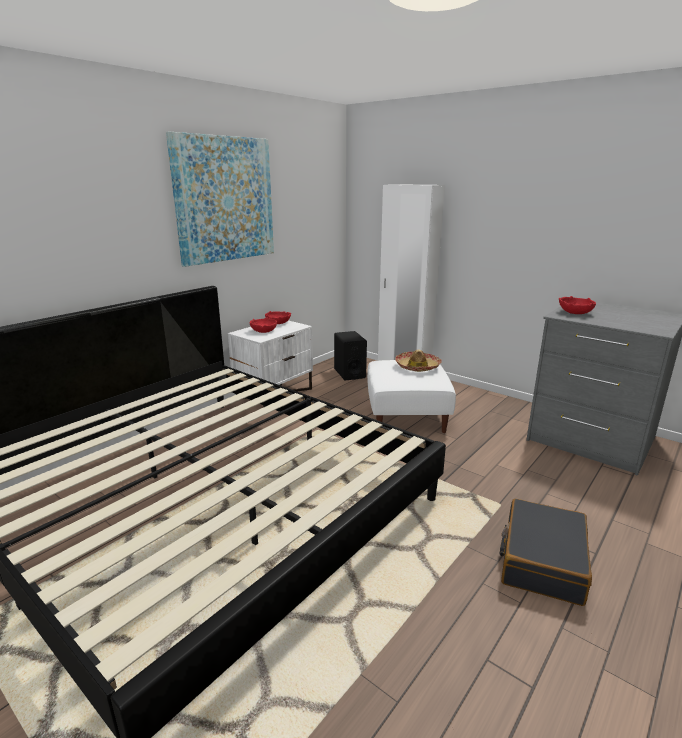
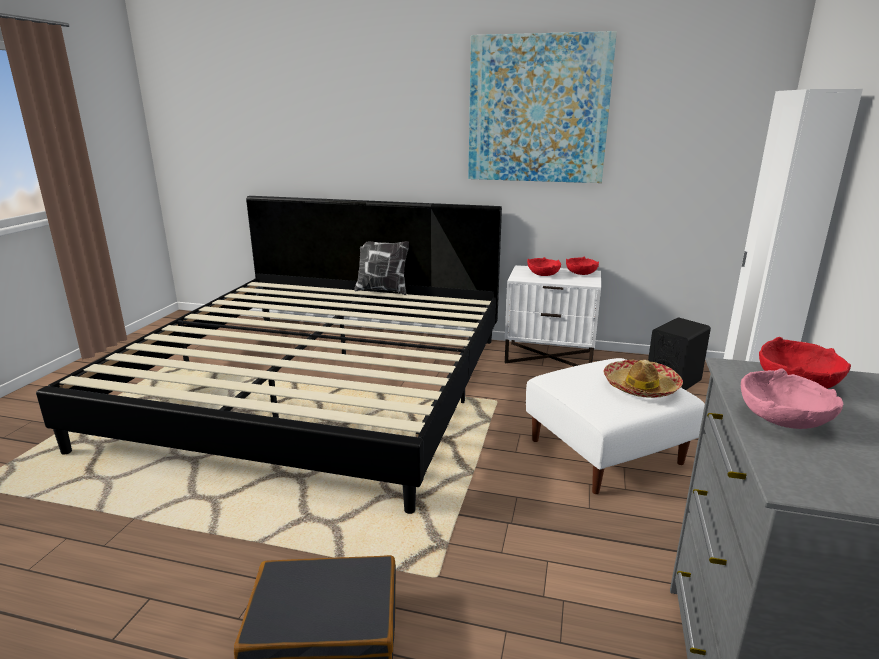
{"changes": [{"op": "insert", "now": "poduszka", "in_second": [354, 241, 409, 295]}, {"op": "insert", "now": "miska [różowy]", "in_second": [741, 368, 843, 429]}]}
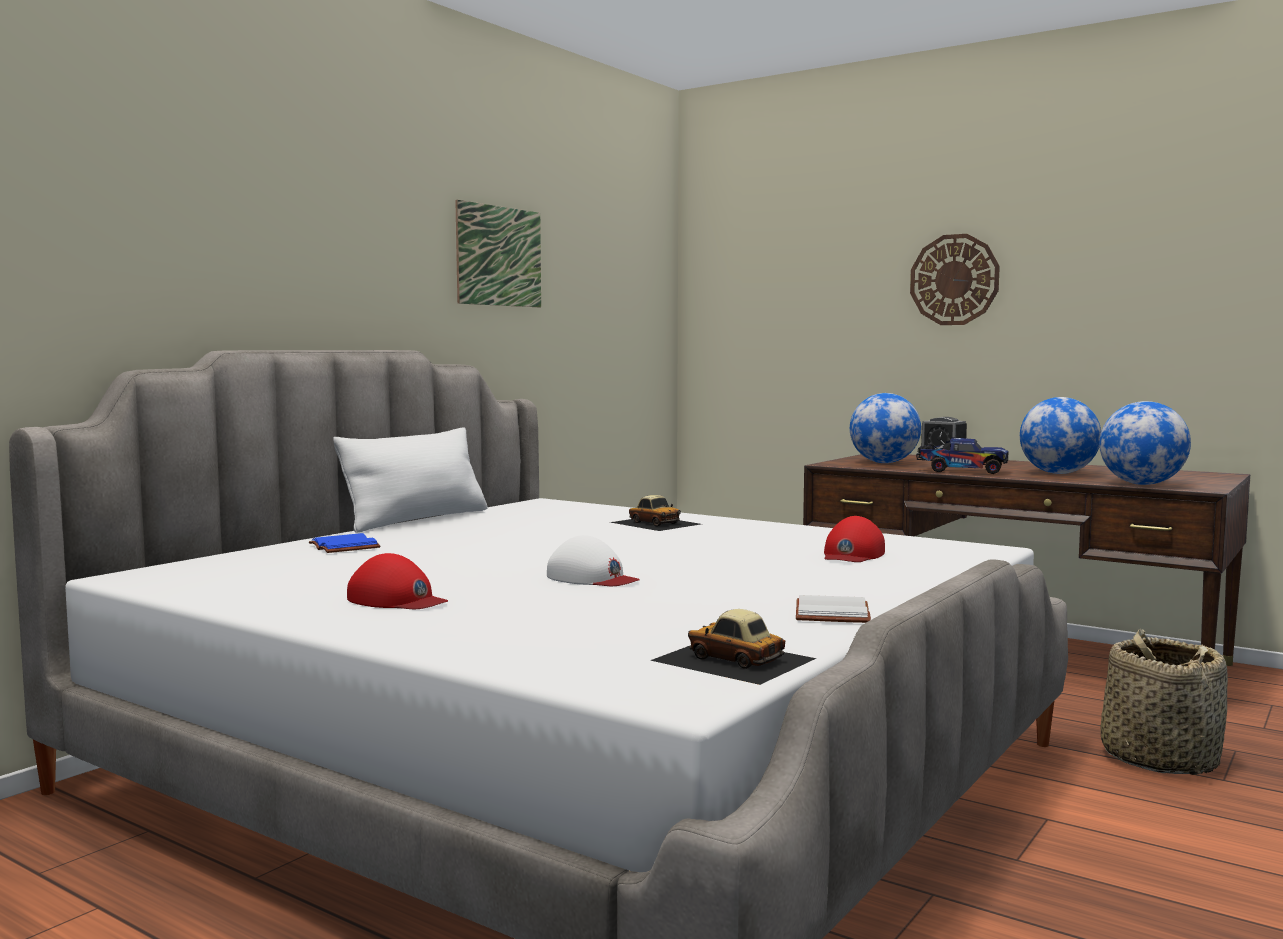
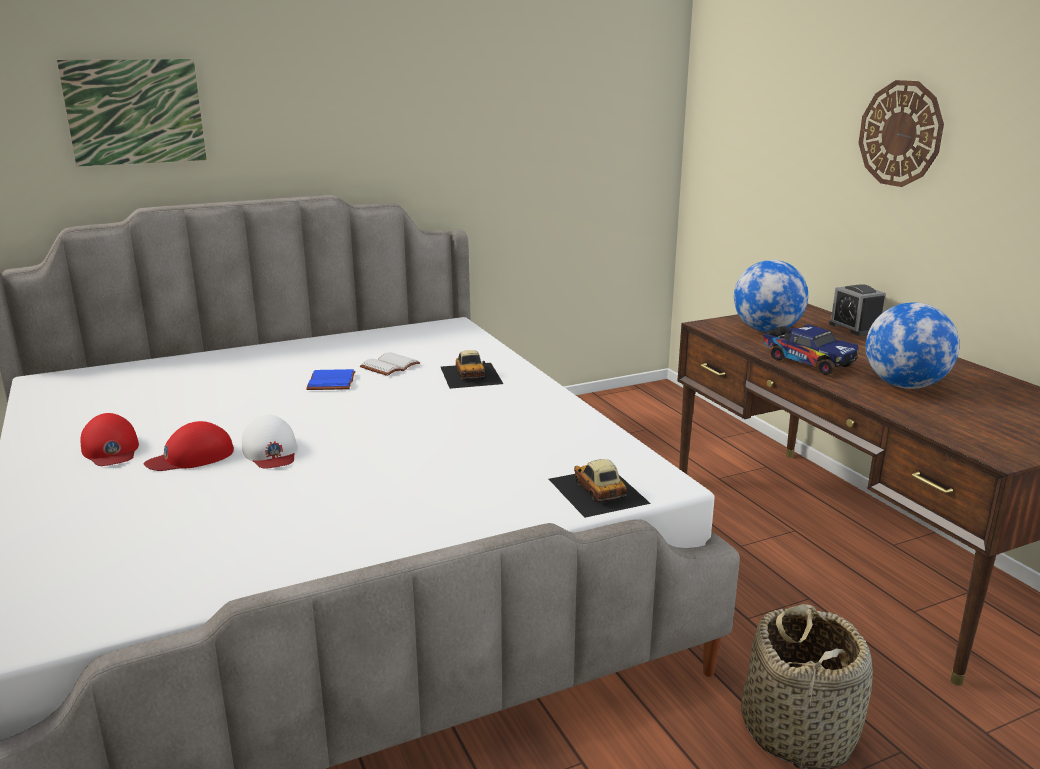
{"changes": [{"op": "move", "was": "książka [niebieski]", "in_first": [309, 533, 380, 553], "in_second": [306, 369, 356, 390]}, {"op": "delete", "was": "poduszka [biały]", "in_first": [333, 427, 488, 533]}, {"op": "move", "was": "obraz", "in_first": [455, 200, 541, 307], "in_second": [57, 59, 207, 167]}, {"op": "move", "was": "samochodzik", "in_first": [650, 609, 817, 685], "in_second": [549, 459, 651, 518]}, {"op": "move", "was": "książka [biały]", "in_first": [796, 595, 871, 623], "in_second": [360, 352, 421, 376]}, {"op": "move", "was": "czapka z daszkiem [czerwony]", "in_first": [824, 516, 885, 562], "in_second": [144, 421, 234, 471]}, {"op": "delete", "was": "globus", "in_first": [1099, 401, 1191, 485]}]}
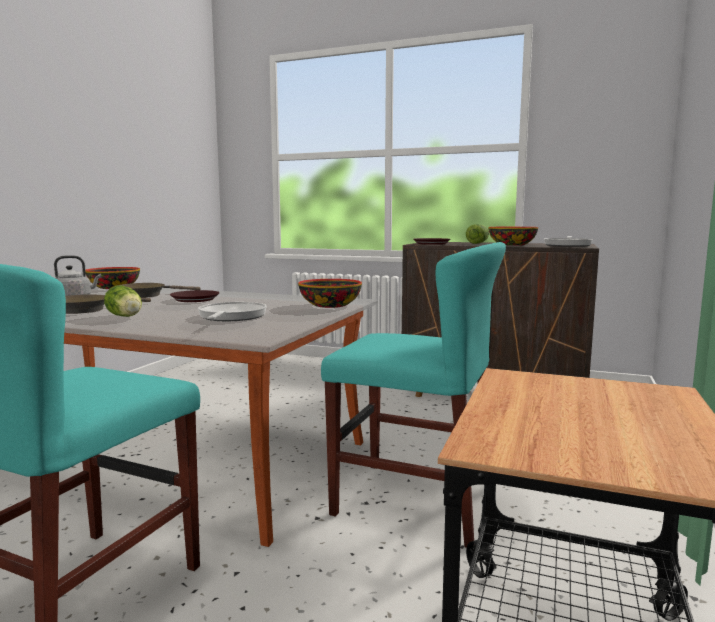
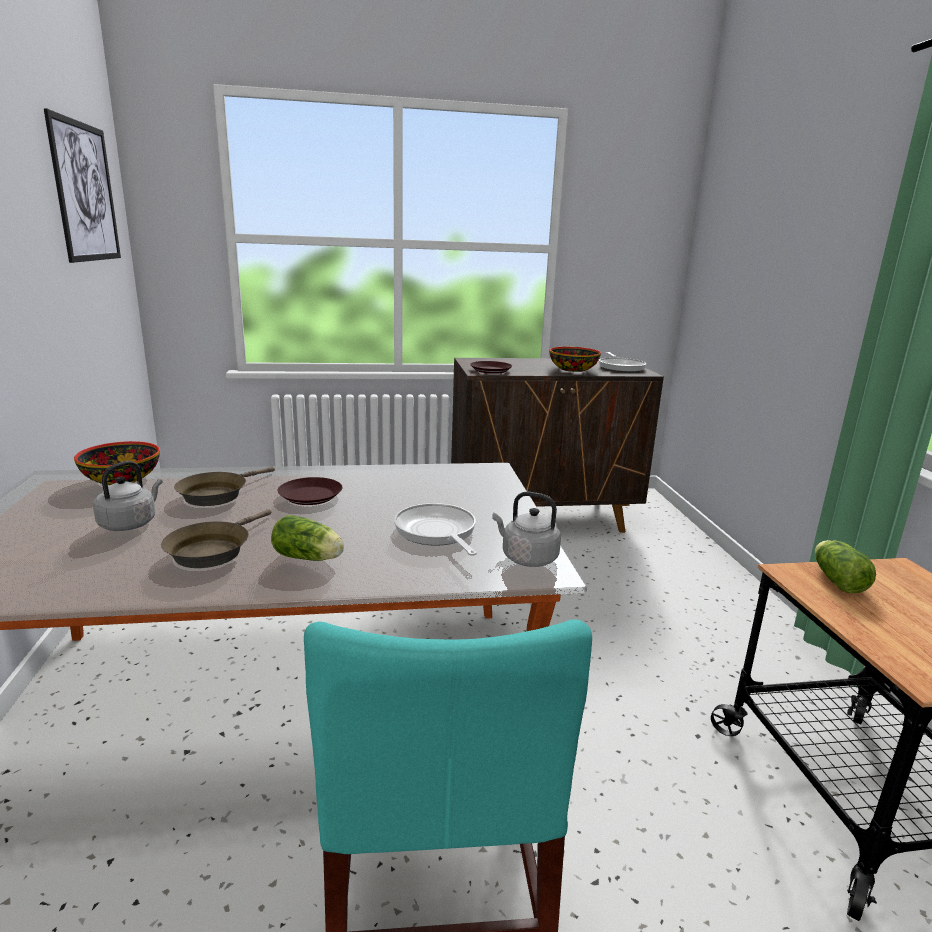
{"changes": [{"op": "delete", "was": "miska", "in_first": [298, 279, 362, 308]}, {"op": "delete", "was": "krzesło [turkusowy]", "in_first": [321, 242, 506, 548]}, {"op": "move", "was": "sałata", "in_first": [466, 224, 489, 244], "in_second": [815, 540, 876, 593]}, {"op": "insert", "now": "obraz", "in_second": [44, 108, 121, 263]}, {"op": "insert", "now": "czajnik [szary]", "in_second": [492, 491, 561, 567]}]}
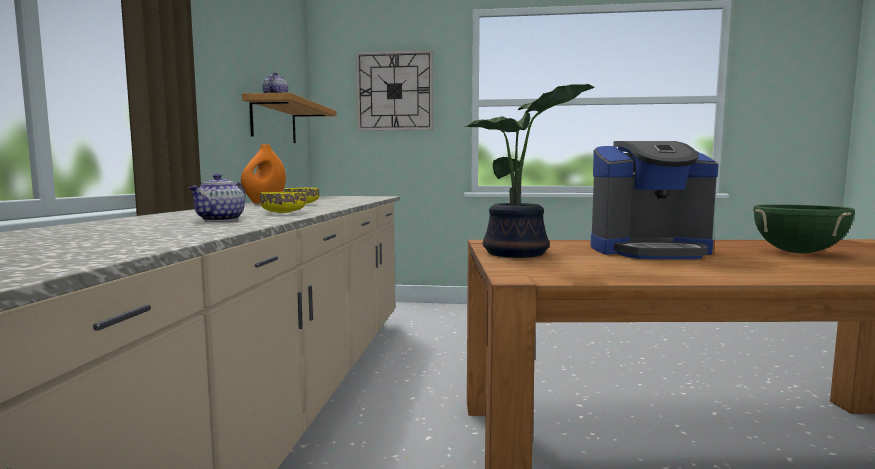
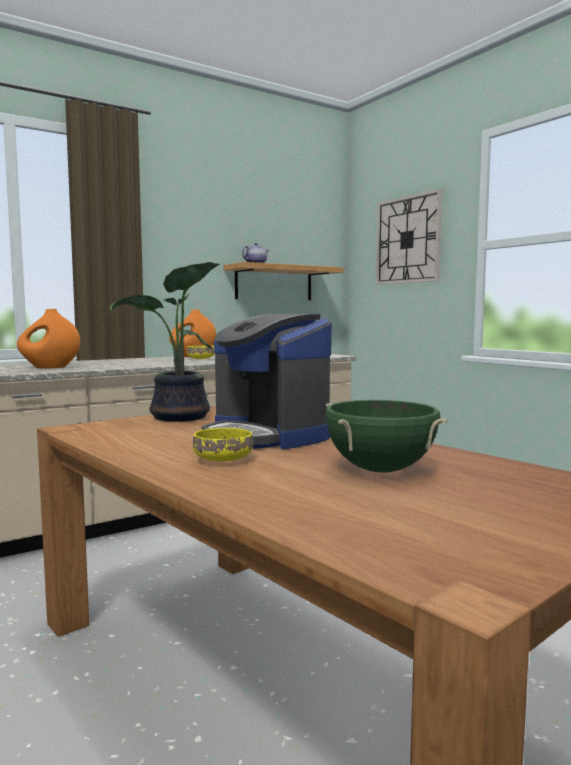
{"changes": [{"op": "replace", "was": "imbryk", "now": "wazon [pomarańczowy]", "in_first": [189, 174, 246, 221], "in_second": [17, 309, 80, 369]}, {"op": "move", "was": "miska [żółty]", "in_first": [260, 192, 306, 213], "in_second": [193, 428, 253, 462]}]}
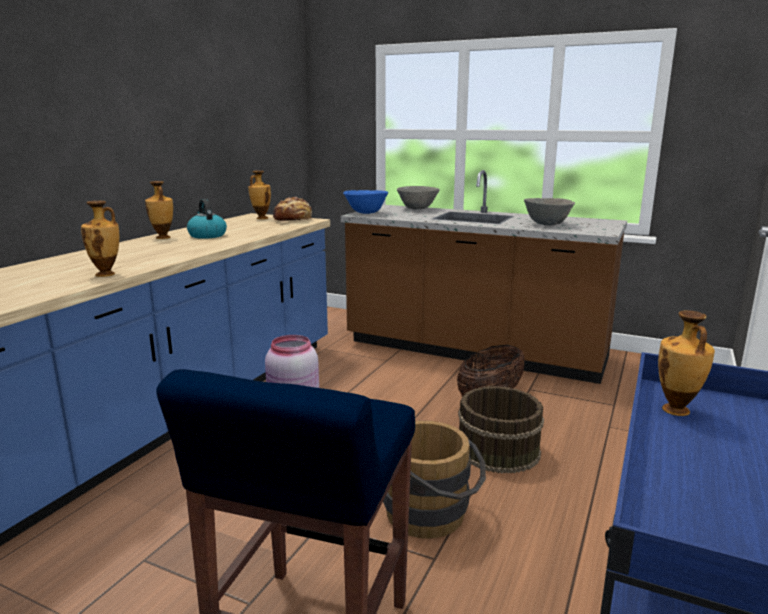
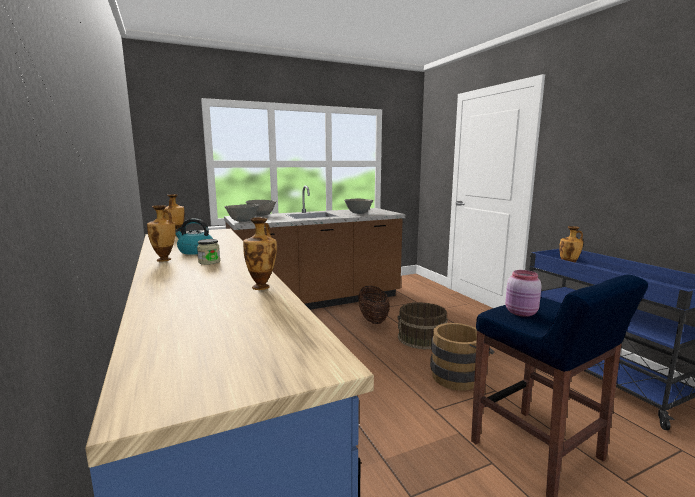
{"changes": [{"op": "delete", "was": "chleb", "in_first": [273, 197, 312, 221]}, {"op": "recolor", "was": "miska [niebieski]", "now": "miska [szary]", "in_first": [343, 190, 388, 214], "in_second": [224, 204, 259, 222]}, {"op": "insert", "now": "słoik", "in_second": [197, 239, 220, 265]}]}
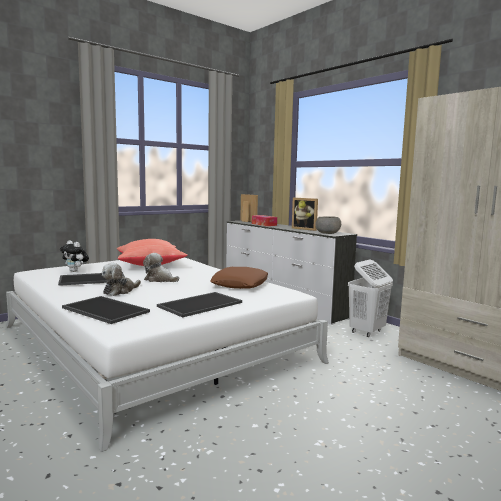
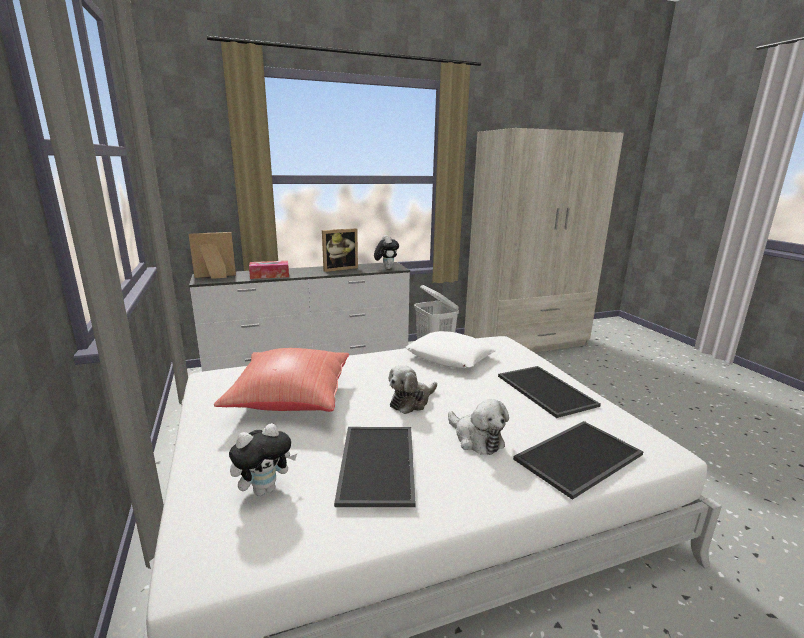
{"changes": [{"op": "recolor", "was": "poduszka [brązowy]", "now": "poduszka [biały]", "in_first": [210, 267, 268, 289], "in_second": [405, 331, 496, 368]}, {"op": "replace", "was": "miska [szary]", "now": "pluszak", "in_first": [315, 216, 341, 234], "in_second": [374, 235, 399, 269]}]}
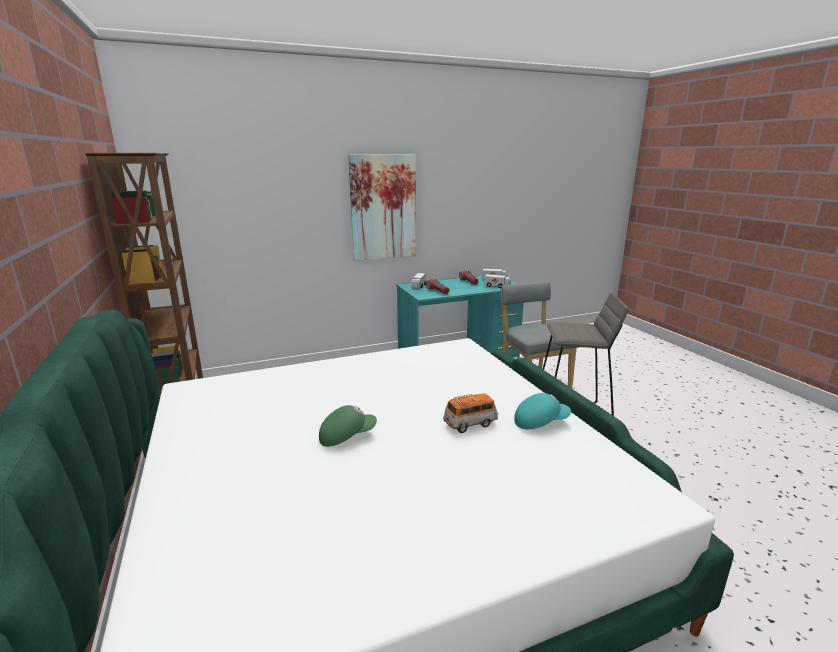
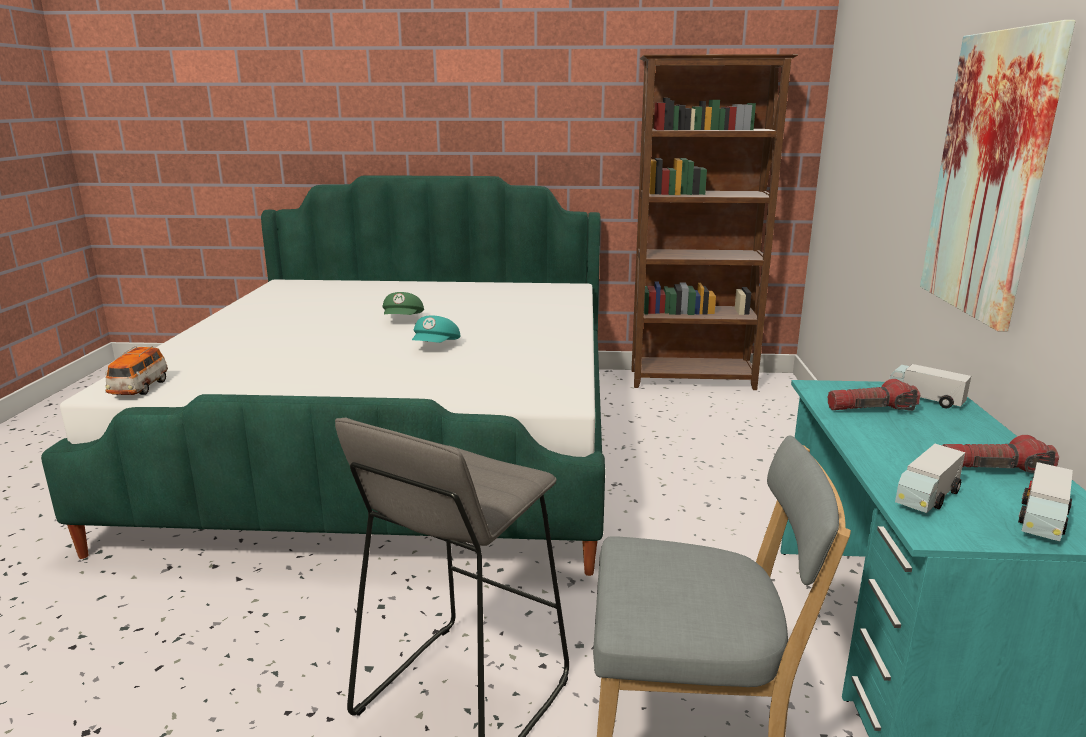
{"changes": [{"op": "move", "was": "samochodzik", "in_first": [443, 393, 498, 433], "in_second": [105, 346, 168, 395]}, {"op": "move", "was": "czapka z daszkiem [turkusowy]", "in_first": [514, 393, 571, 429], "in_second": [412, 315, 460, 343]}]}
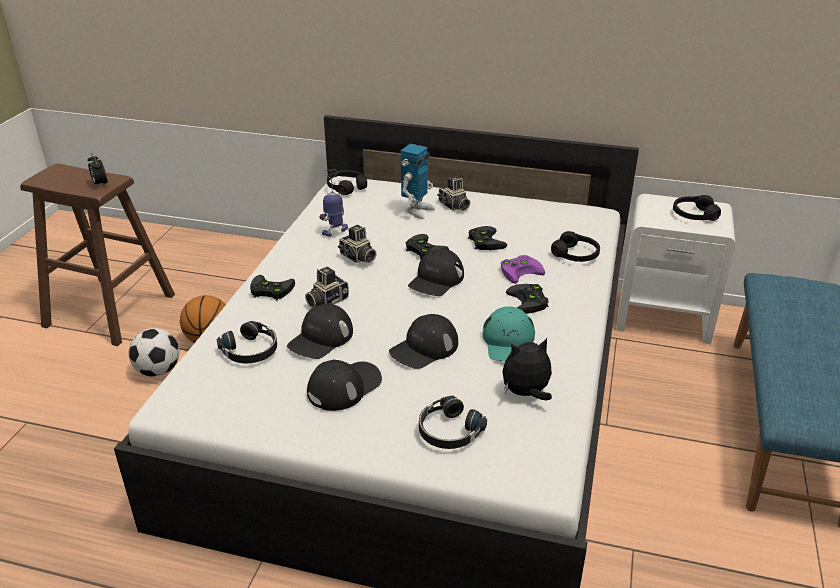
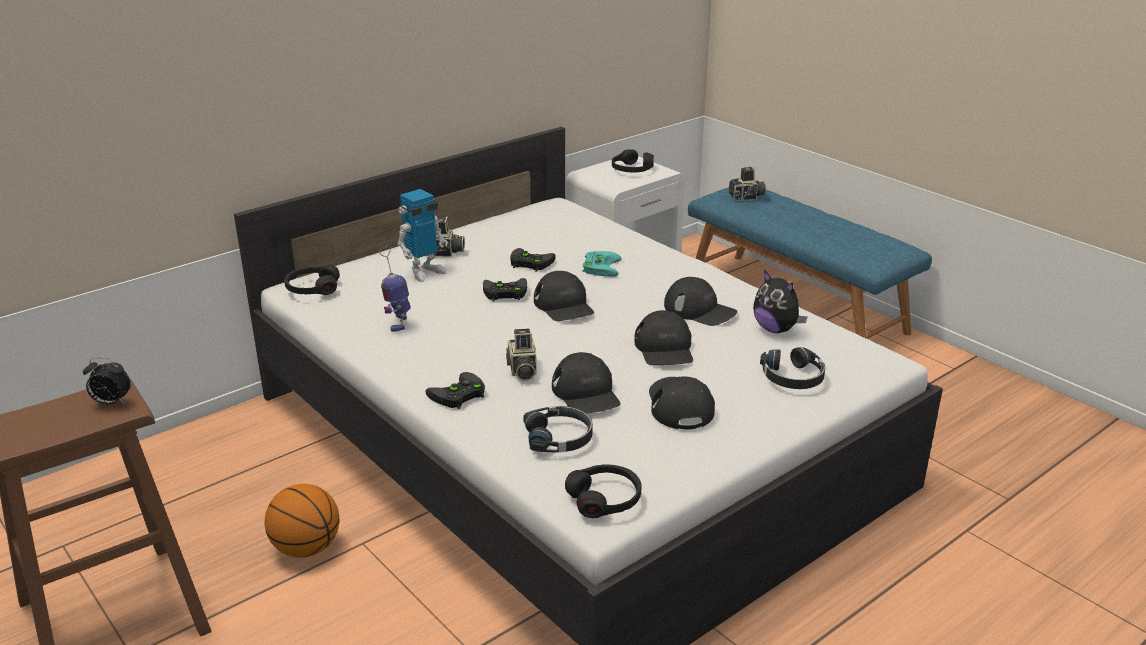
{"changes": [{"op": "delete", "was": "piłka futbolowa", "in_first": [129, 328, 179, 377]}, {"op": "move", "was": "aparat fotograficzny", "in_first": [338, 225, 377, 263], "in_second": [729, 166, 766, 201]}, {"op": "rotate", "was": "robot zabawkowy", "in_first": [401, 144, 435, 219], "in_second": [397, 189, 448, 282], "clockwise": 75}, {"op": "recolor", "was": "czapka z daszkiem [turkusowy]", "now": "czapka z daszkiem [czarny]", "in_first": [483, 306, 535, 361], "in_second": [664, 277, 737, 326]}, {"op": "recolor", "was": "pad do gier [fioletowy]", "now": "pad do gier [turkusowy]", "in_first": [501, 255, 545, 284], "in_second": [582, 251, 621, 277]}, {"op": "rotate", "was": "pluszak", "in_first": [502, 338, 552, 401], "in_second": [753, 271, 807, 333], "clockwise": -60}, {"op": "delete", "was": "pad do gier [czarny]", "in_first": [506, 284, 548, 314]}, {"op": "move", "was": "słuchawki [czarny]", "in_first": [551, 231, 600, 262], "in_second": [565, 464, 642, 518]}]}
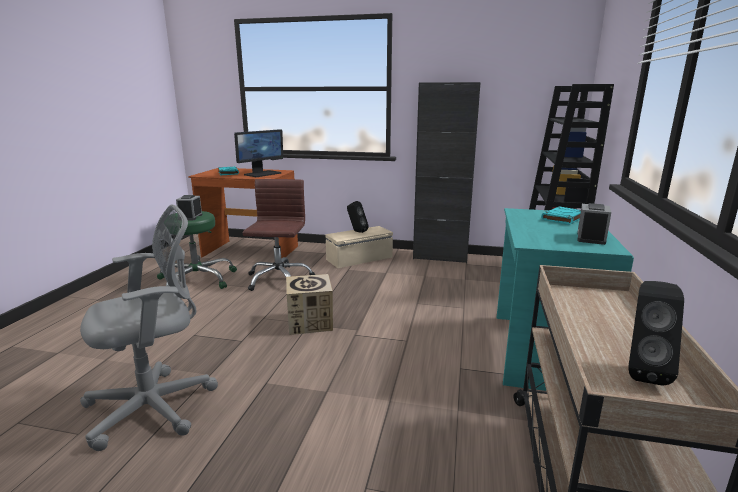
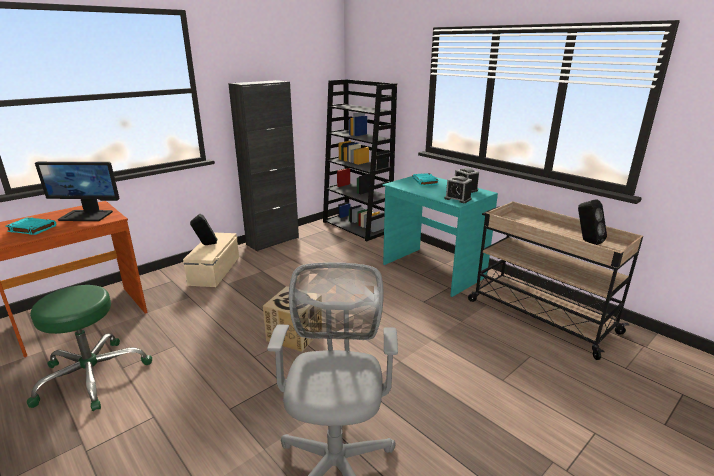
{"changes": [{"op": "move", "was": "budzik", "in_first": [176, 195, 202, 220], "in_second": [444, 176, 472, 203]}, {"op": "rotate", "was": "monitor", "in_first": [234, 129, 283, 177], "in_second": [35, 162, 120, 221], "clockwise": 105}, {"op": "delete", "was": "krzesło biurowe [brązowy]", "in_first": [243, 179, 315, 291]}]}
